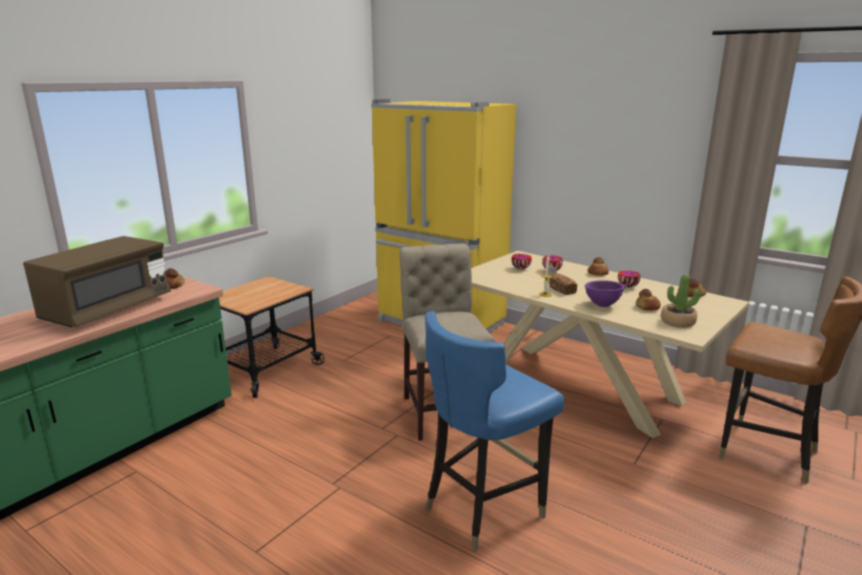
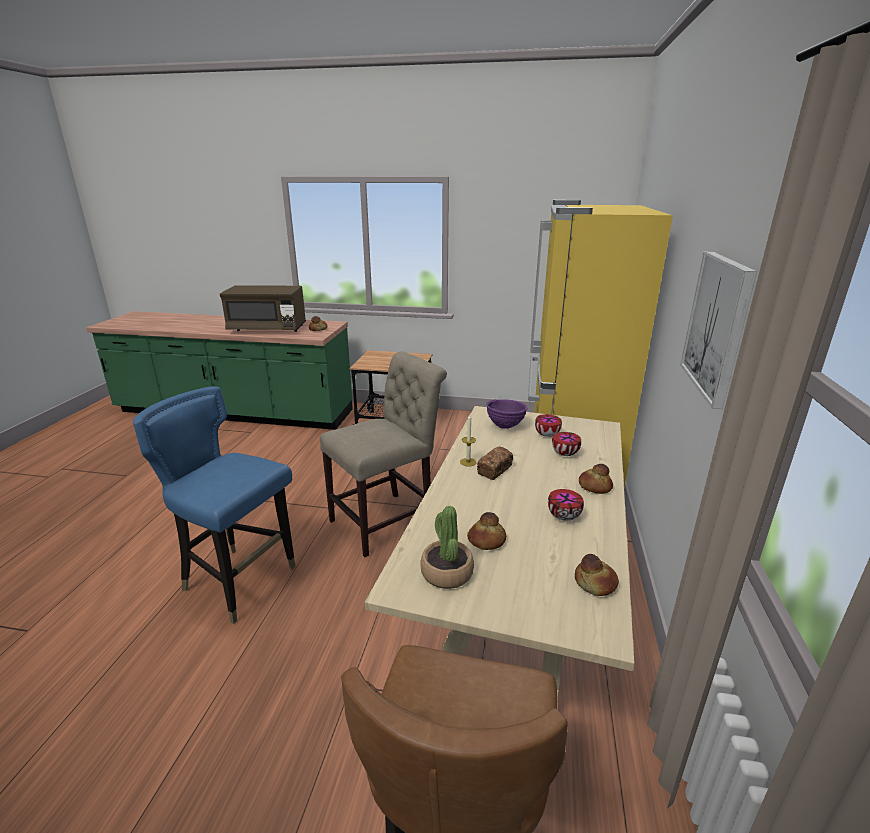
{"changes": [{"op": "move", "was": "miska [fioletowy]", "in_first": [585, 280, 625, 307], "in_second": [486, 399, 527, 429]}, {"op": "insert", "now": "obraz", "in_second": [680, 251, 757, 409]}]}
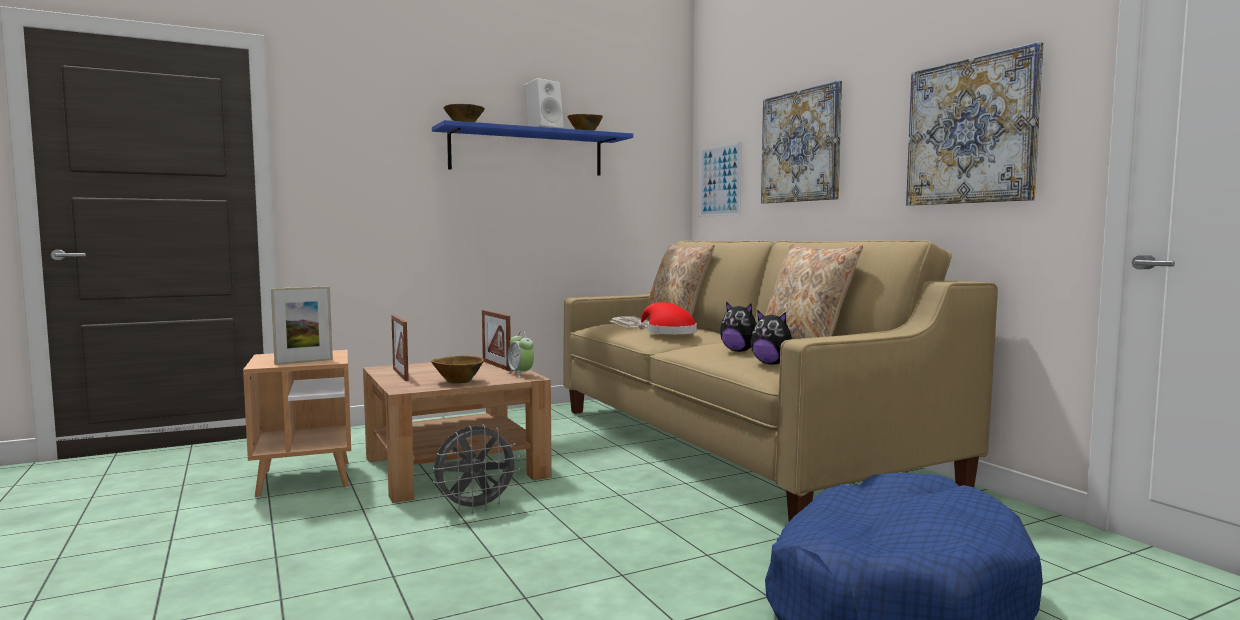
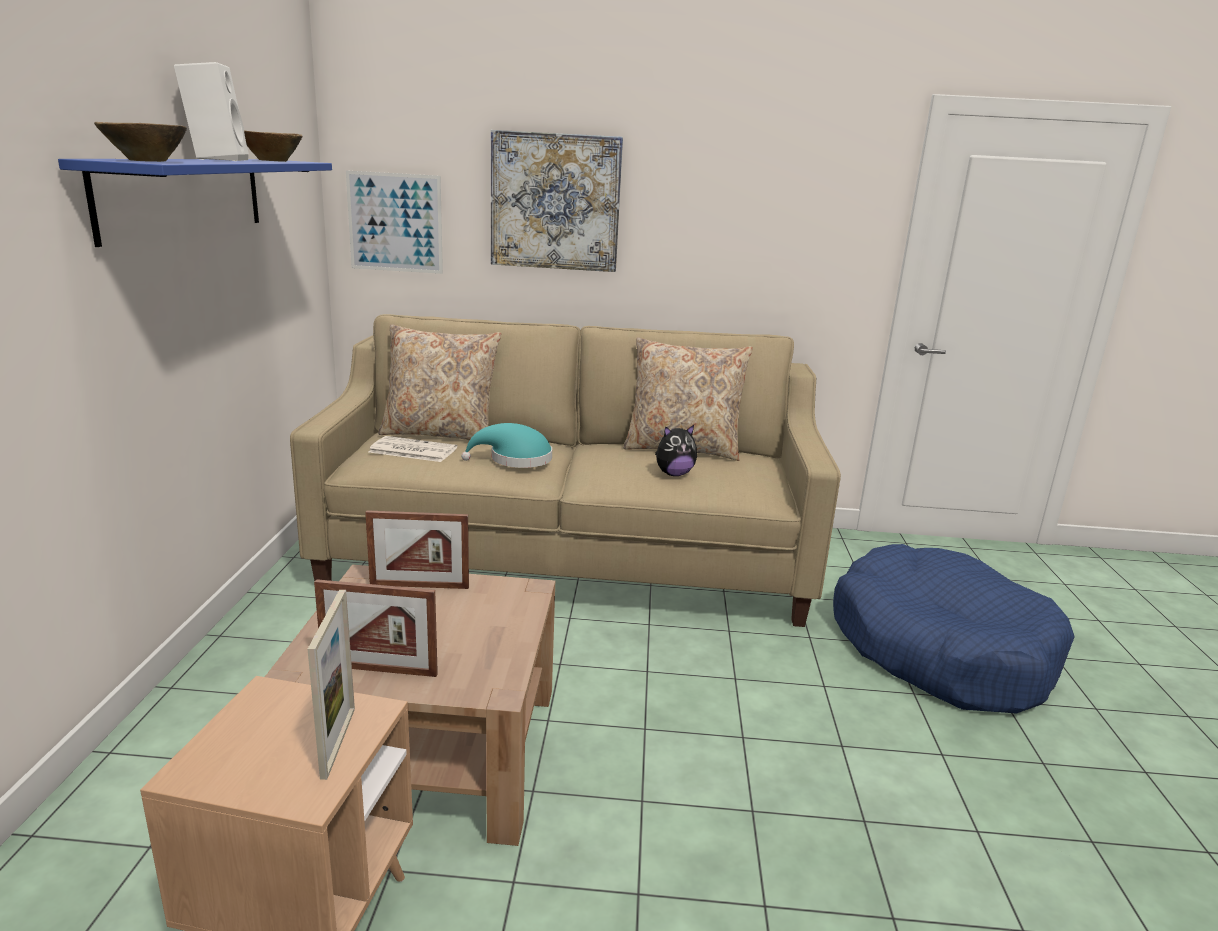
{"changes": [{"op": "delete", "was": "miska [brązowy]", "in_first": [431, 356, 484, 384]}, {"op": "delete", "was": "wentylator [szary]", "in_first": [433, 424, 520, 513]}, {"op": "delete", "was": "budzik", "in_first": [508, 331, 534, 378]}, {"op": "recolor", "was": "kapelusz [czerwony]", "now": "kapelusz [turkusowy]", "in_first": [638, 302, 697, 334], "in_second": [461, 423, 552, 468]}, {"op": "delete", "was": "pluszak", "in_first": [751, 310, 792, 365]}, {"op": "delete", "was": "obraz", "in_first": [906, 42, 1044, 206]}]}
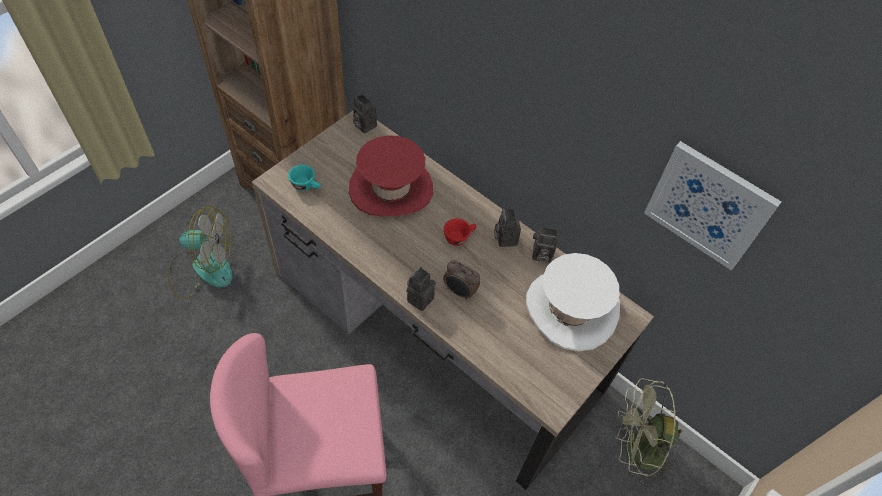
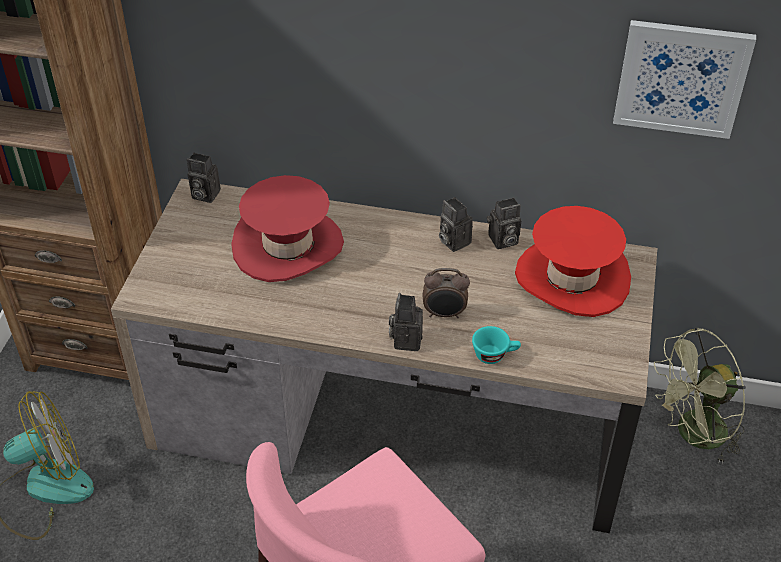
{"changes": [{"op": "move", "was": "filiżanka [turkusowy]", "in_first": [288, 165, 321, 191], "in_second": [472, 326, 521, 364]}, {"op": "delete", "was": "filiżanka [czerwony]", "in_first": [444, 219, 477, 246]}, {"op": "recolor", "was": "kapelusz [biały]", "now": "kapelusz [czerwony]", "in_first": [526, 253, 620, 351], "in_second": [515, 206, 631, 317]}]}
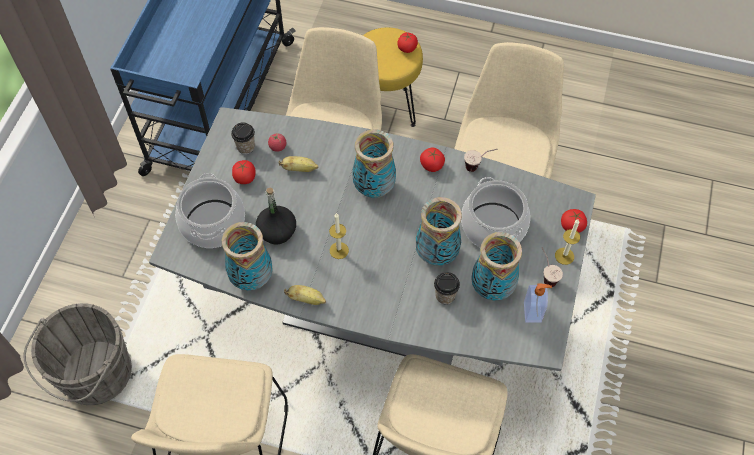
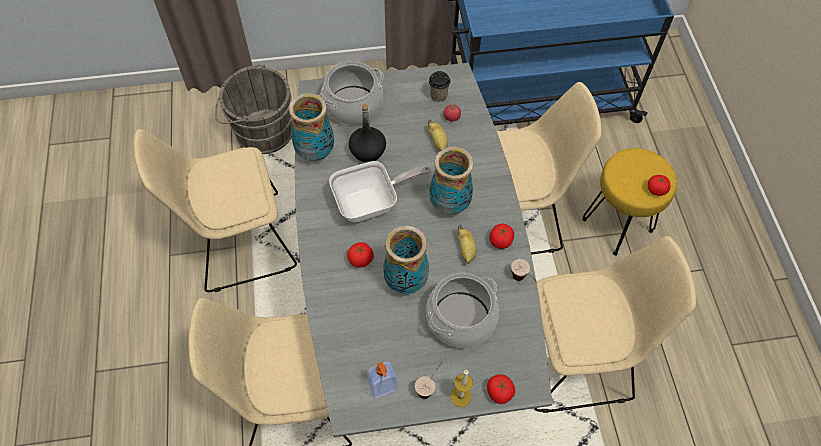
{"changes": [{"op": "move", "was": "pomidor", "in_first": [232, 160, 256, 184], "in_second": [347, 242, 374, 268]}, {"op": "move", "was": "banan", "in_first": [284, 285, 326, 305], "in_second": [457, 225, 476, 264]}, {"op": "replace", "was": "świeca", "now": "patelnia", "in_first": [329, 213, 349, 259], "in_second": [329, 161, 431, 222]}, {"op": "delete", "was": "filiżanka", "in_first": [434, 272, 460, 304]}, {"op": "delete", "was": "wazon", "in_first": [471, 232, 522, 301]}]}
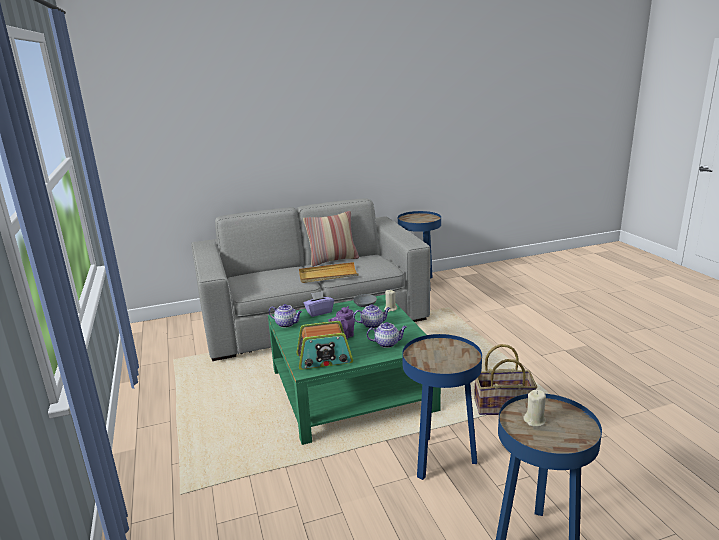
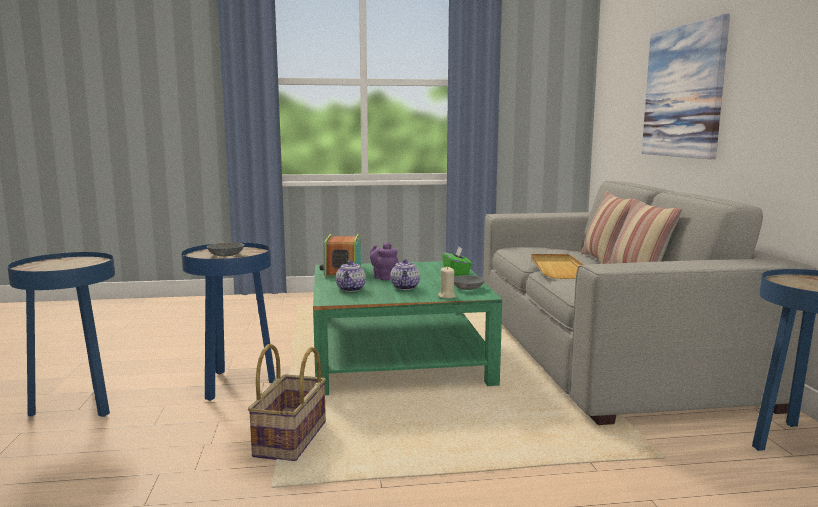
{"changes": [{"op": "delete", "was": "imbryk", "in_first": [269, 304, 302, 328]}, {"op": "recolor", "was": "pudełko chusteczek [fioletowy]", "now": "pudełko chusteczek [zielony]", "in_first": [304, 291, 334, 317], "in_second": [442, 247, 472, 276]}, {"op": "delete", "was": "świeca [beżowy]", "in_first": [523, 390, 546, 427]}, {"op": "insert", "now": "miska [szary]", "in_second": [207, 242, 244, 257]}, {"op": "insert", "now": "poduszka", "in_second": [581, 192, 633, 264]}, {"op": "insert", "now": "obraz", "in_second": [642, 14, 730, 159]}]}
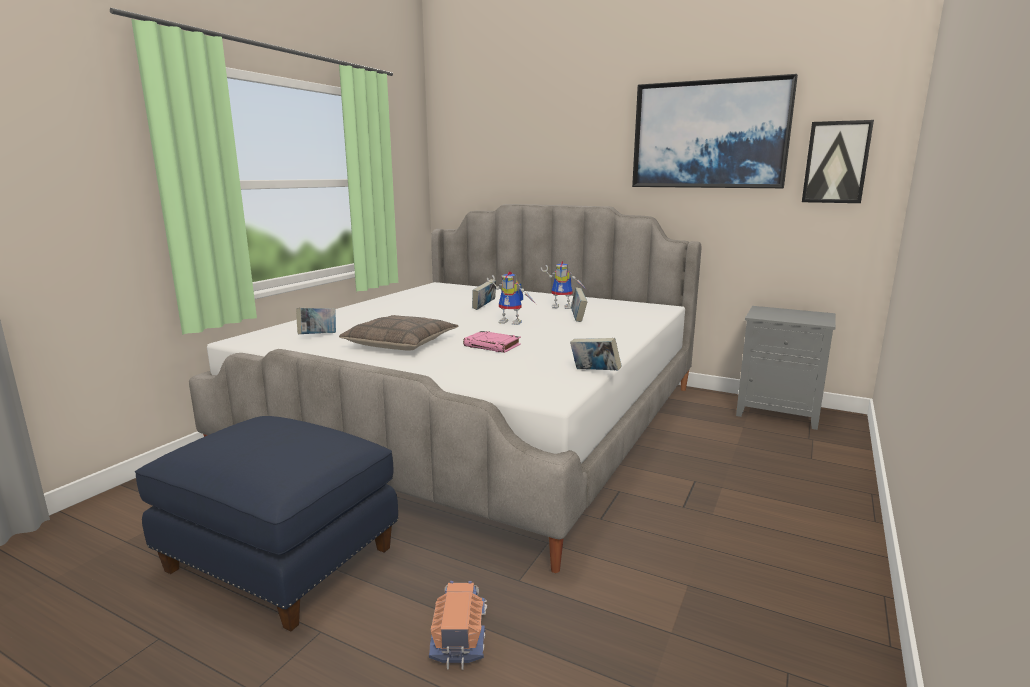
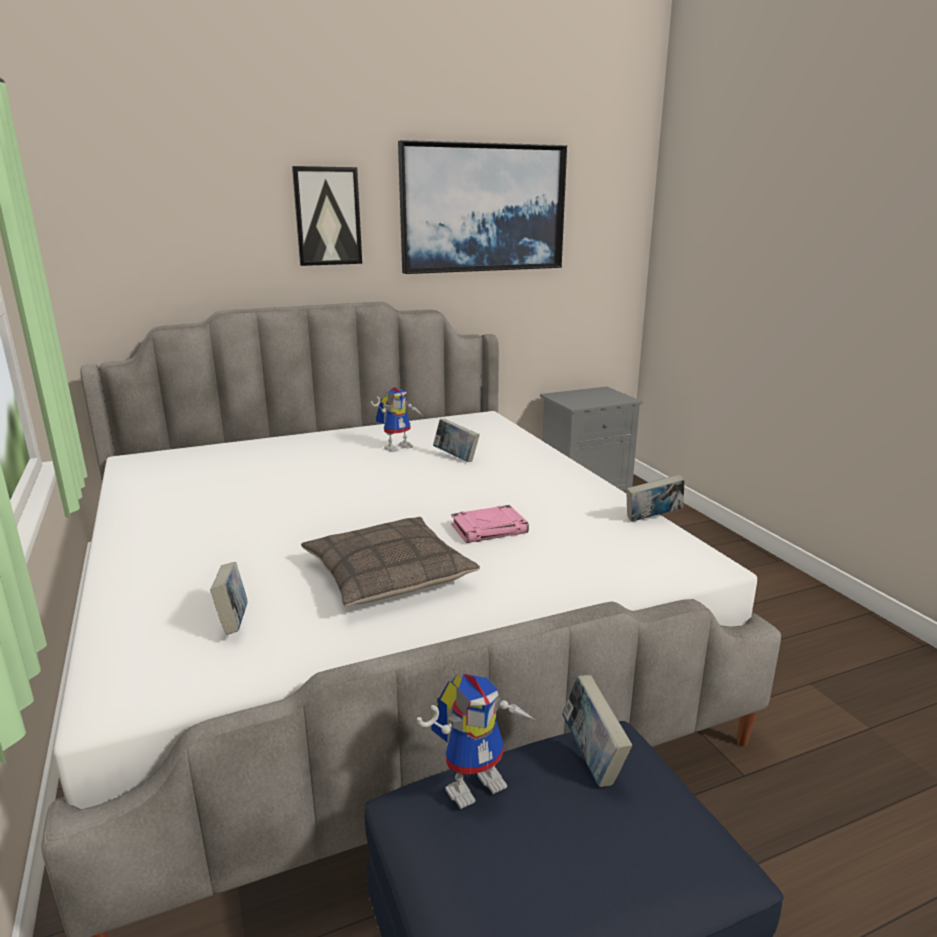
{"changes": [{"op": "delete", "was": "ciężarówka zabawkowa", "in_first": [429, 581, 487, 670]}, {"op": "move", "was": "książka", "in_first": [472, 279, 496, 310], "in_second": [562, 675, 632, 787]}, {"op": "move", "was": "robot zabawkowy", "in_first": [487, 271, 537, 325], "in_second": [417, 674, 535, 809]}, {"op": "move", "was": "obraz", "in_first": [802, 120, 874, 203], "in_second": [292, 166, 362, 266]}]}
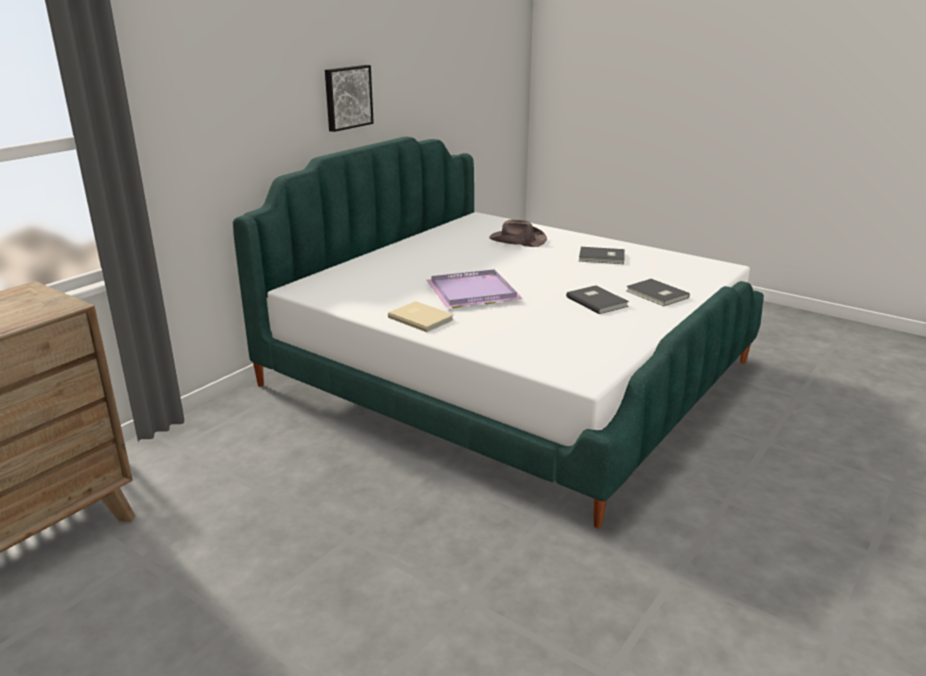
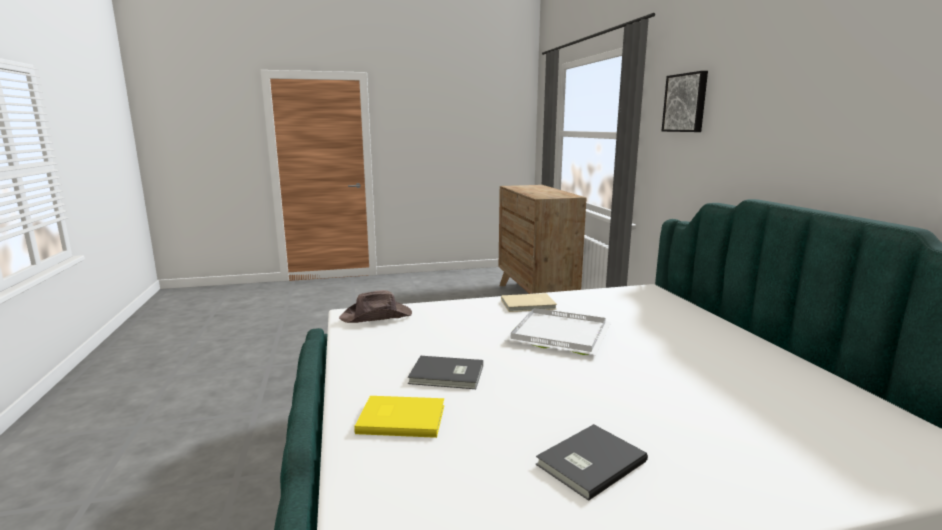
{"changes": [{"op": "move", "was": "obraz", "in_first": [325, 65, 374, 132], "in_second": [662, 71, 708, 132]}, {"op": "recolor", "was": "taca [fioletowy]", "now": "taca [biały]", "in_first": [426, 270, 523, 308], "in_second": [504, 308, 611, 355]}, {"op": "move", "was": "kapelusz [brązowy]", "in_first": [489, 219, 547, 247], "in_second": [339, 290, 412, 323]}, {"op": "recolor", "was": "książka [szary]", "now": "książka [żółty]", "in_first": [626, 279, 690, 306], "in_second": [354, 396, 444, 438]}]}
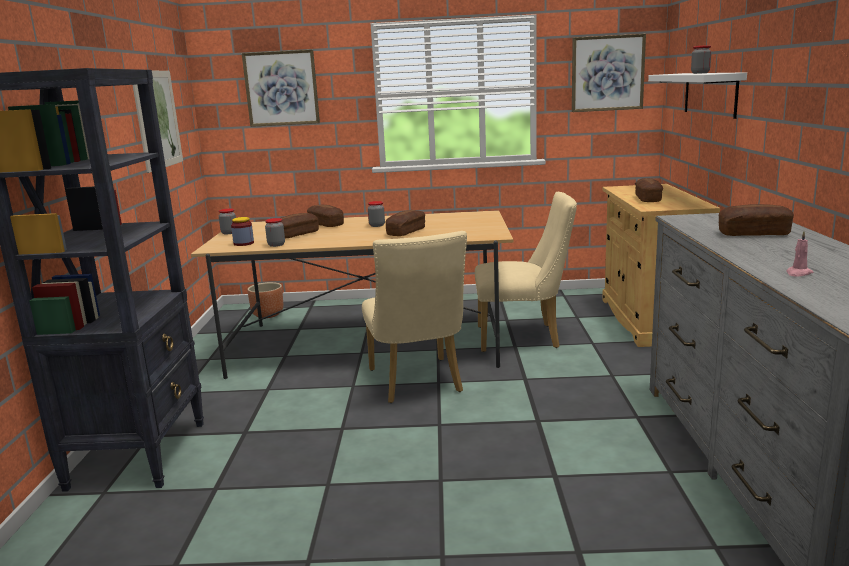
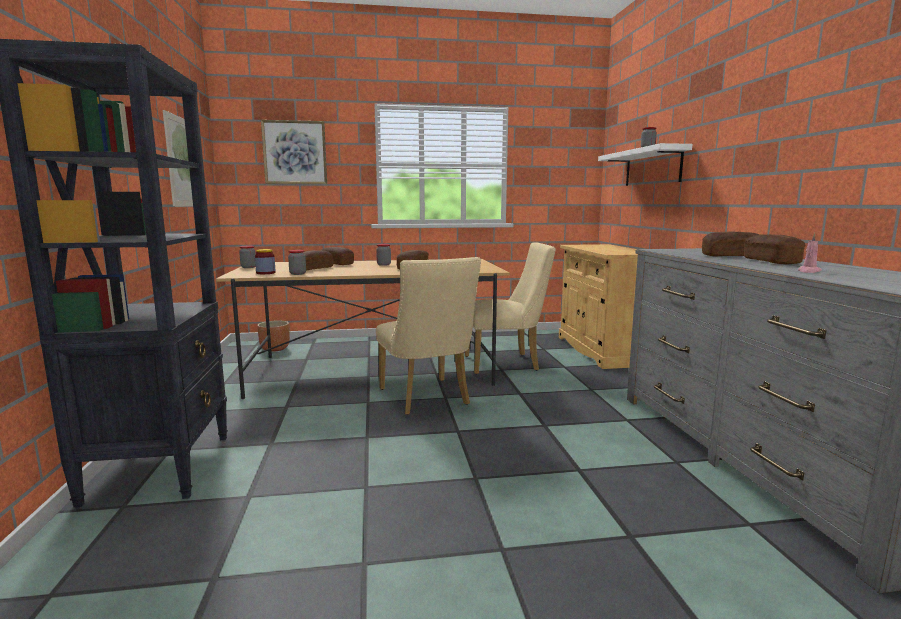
{"changes": [{"op": "delete", "was": "obraz", "in_first": [572, 34, 646, 112]}, {"op": "move", "was": "chleb", "in_first": [635, 178, 663, 202], "in_second": [744, 234, 806, 264]}]}
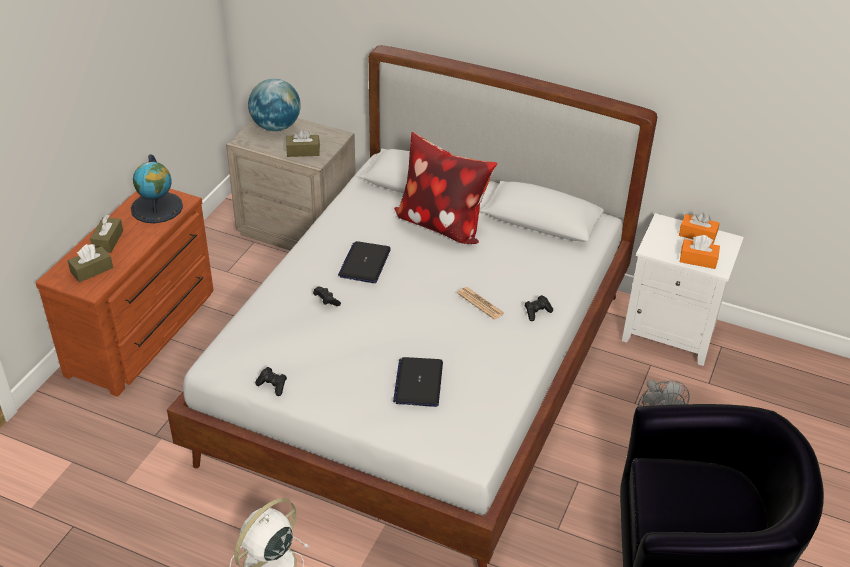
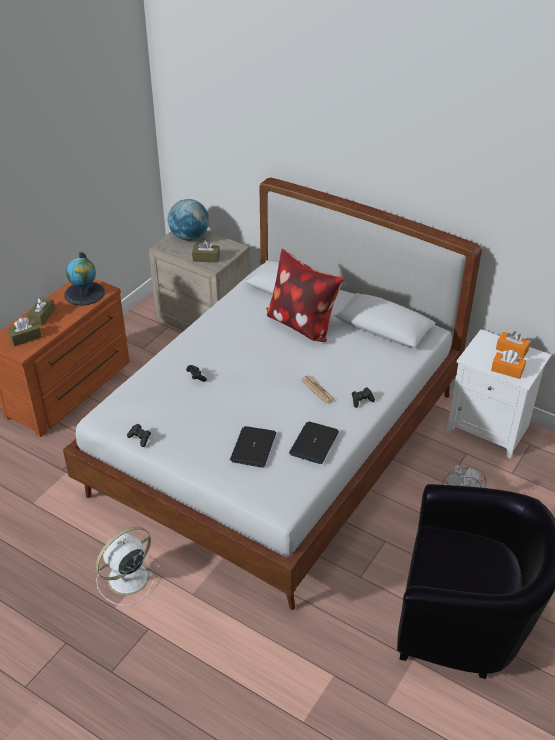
{"changes": [{"op": "move", "was": "laptop", "in_first": [338, 241, 391, 283], "in_second": [289, 422, 339, 464]}]}
